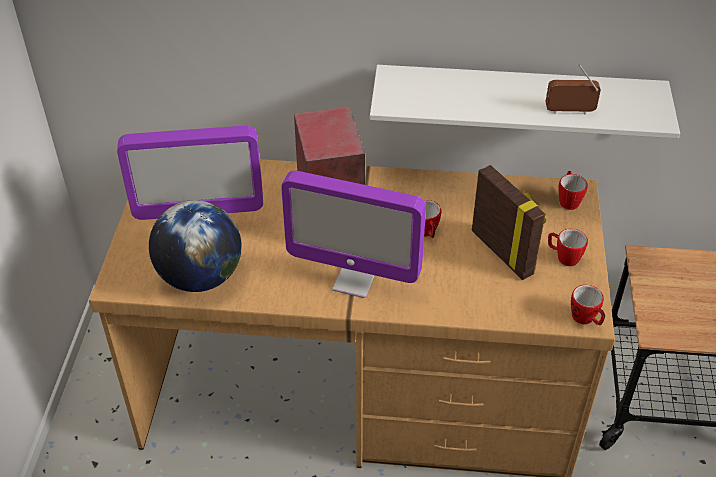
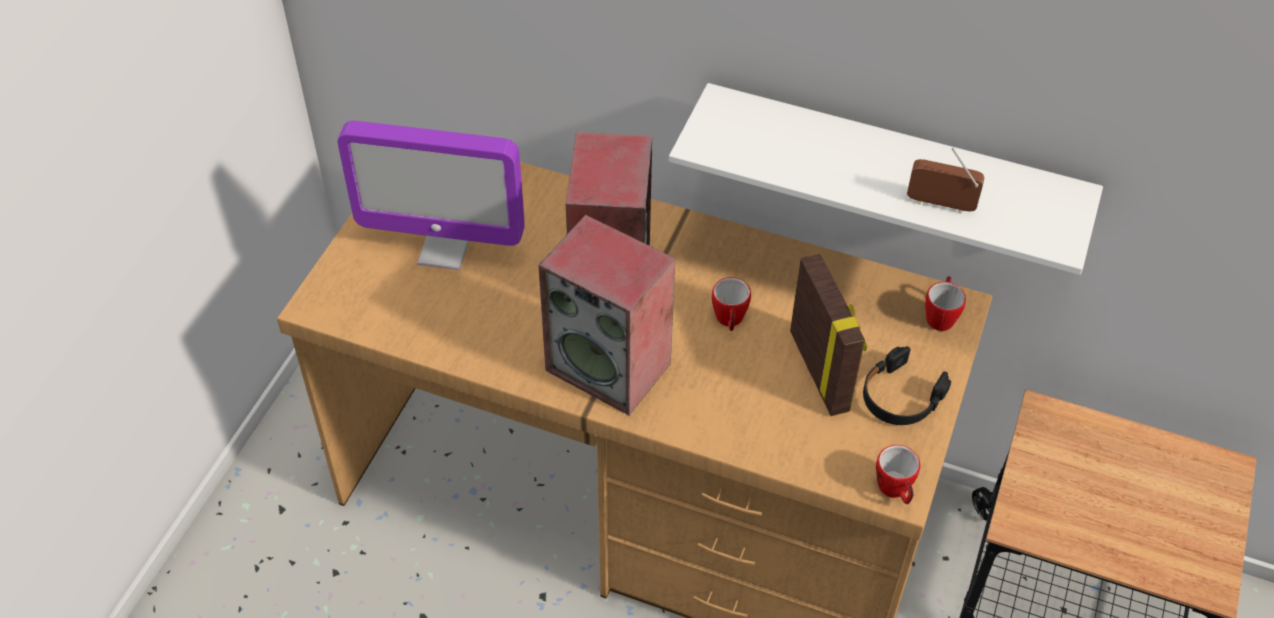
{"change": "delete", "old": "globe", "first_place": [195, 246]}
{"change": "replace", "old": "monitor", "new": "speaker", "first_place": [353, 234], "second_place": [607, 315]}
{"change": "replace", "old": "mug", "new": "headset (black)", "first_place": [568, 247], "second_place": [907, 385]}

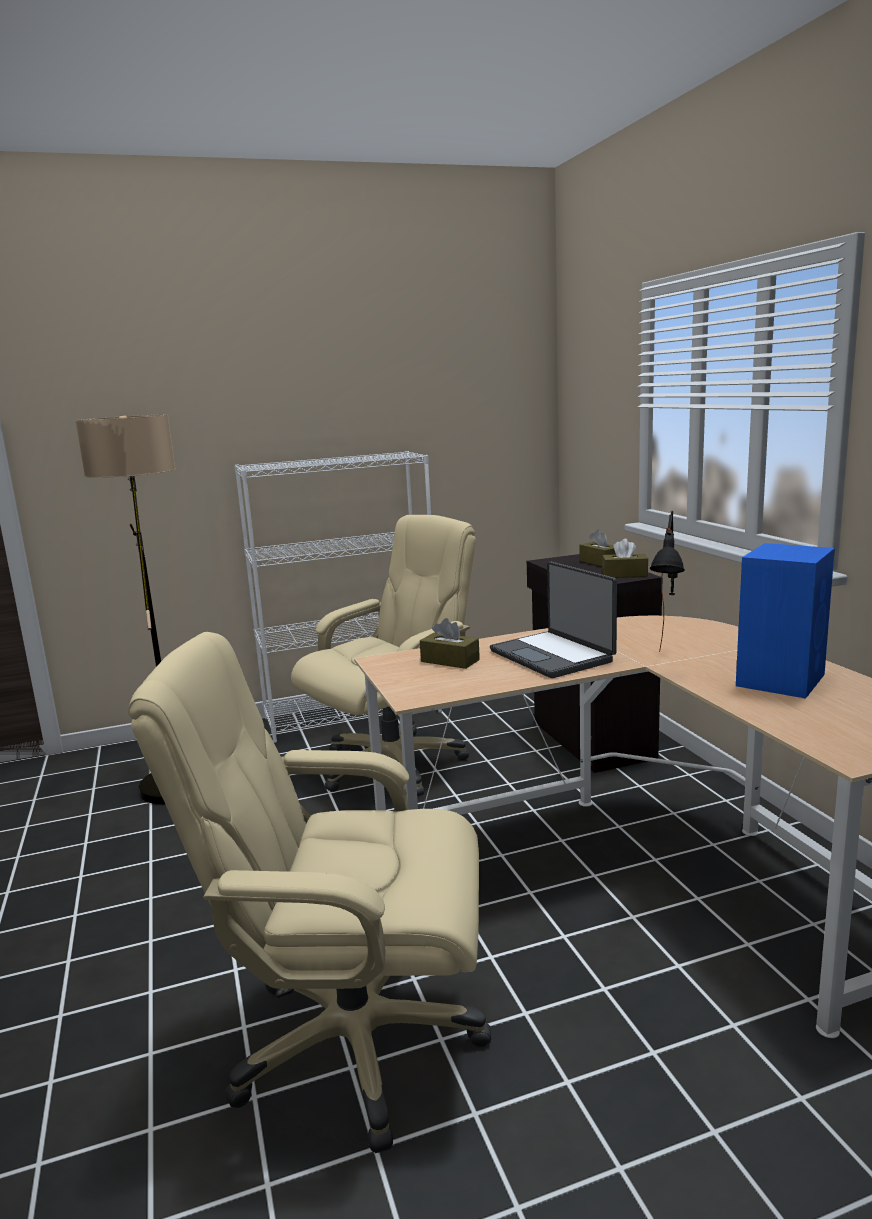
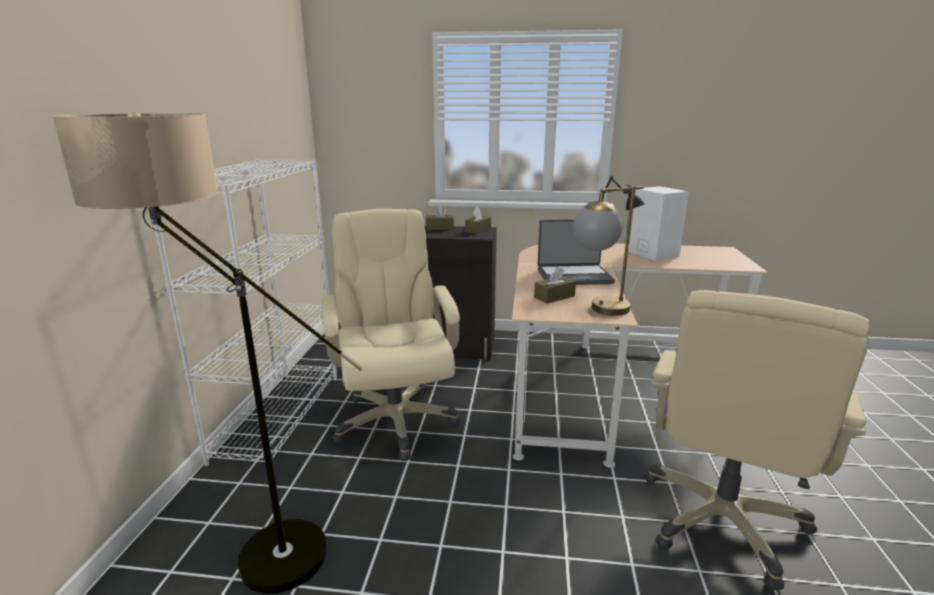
{"change": "recolor", "old": "speaker (blue)", "new": "speaker (whitish)", "first_place": [785, 621], "second_place": [659, 223]}
{"change": "insert", "new": "lamp for a table", "second_place": [608, 251]}

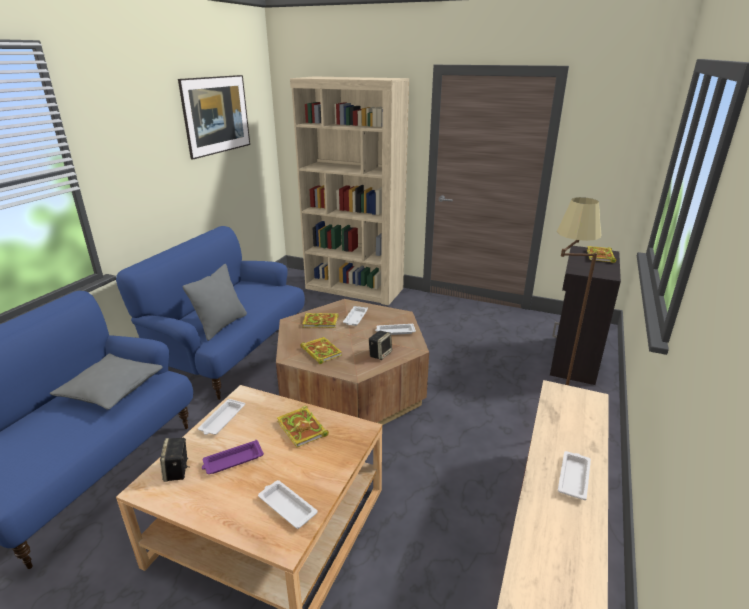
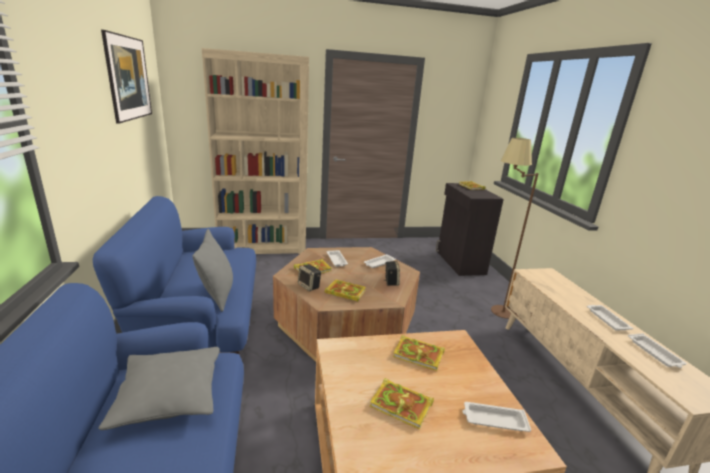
{"change": "move", "old": "speaker", "first_place": [174, 460], "second_place": [309, 277]}
{"change": "move", "old": "serving tray (whitish)", "first_place": [221, 417], "second_place": [657, 350]}
{"change": "replace", "old": "serving tray (purple-coloured)", "new": "volume", "first_place": [233, 457], "second_place": [402, 403]}

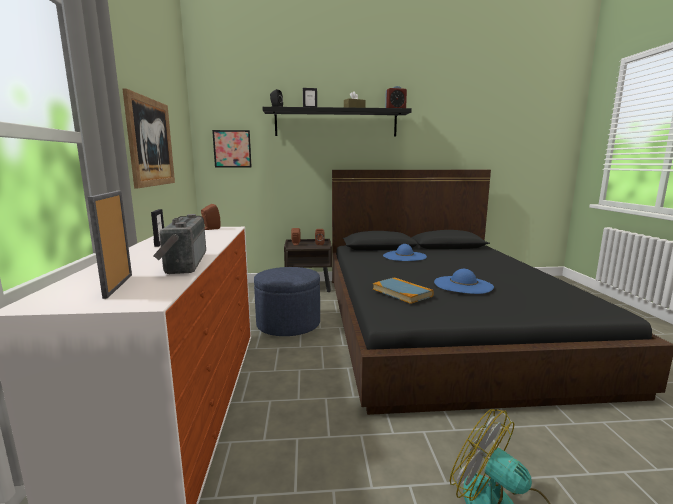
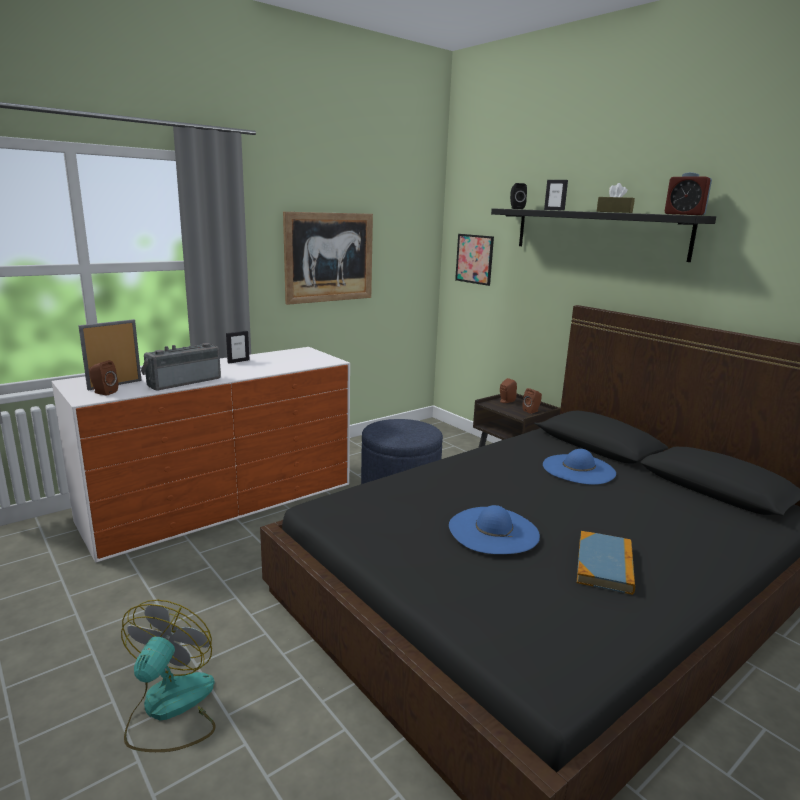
{"change": "move", "old": "speaker (brownish)", "first_place": [210, 217], "second_place": [103, 378]}
{"change": "move", "old": "volume", "first_place": [403, 290], "second_place": [606, 563]}

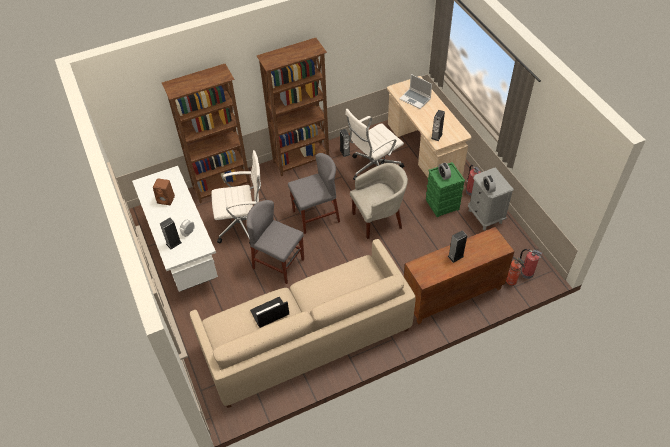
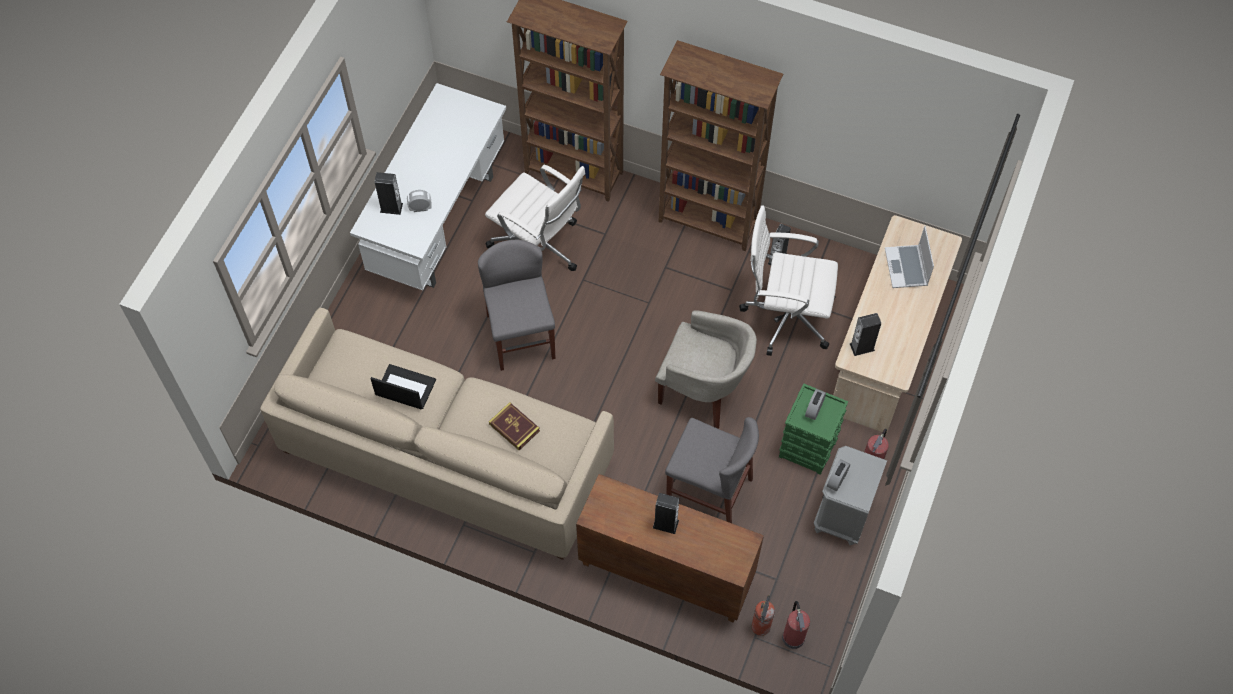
{"change": "delete", "old": "speaker (brownish)", "first_place": [164, 191]}
{"change": "move", "old": "chair (grey)", "first_place": [314, 193], "second_place": [712, 470]}
{"change": "insert", "new": "volume", "second_place": [514, 426]}

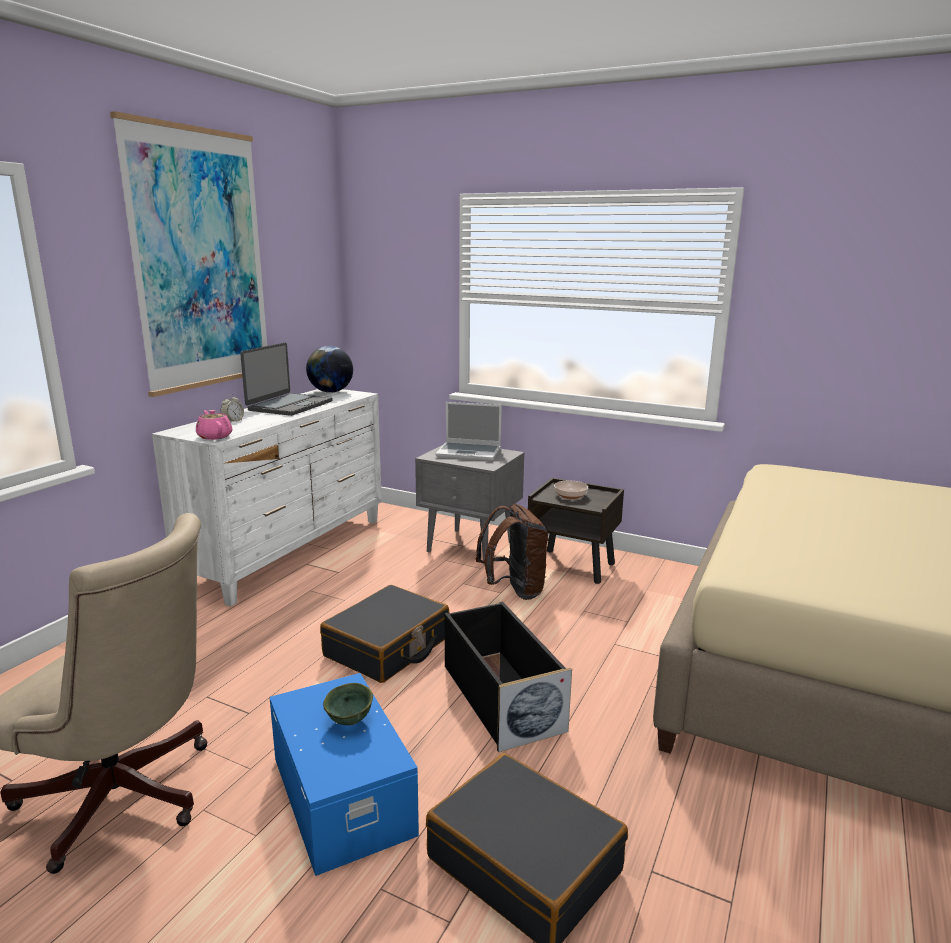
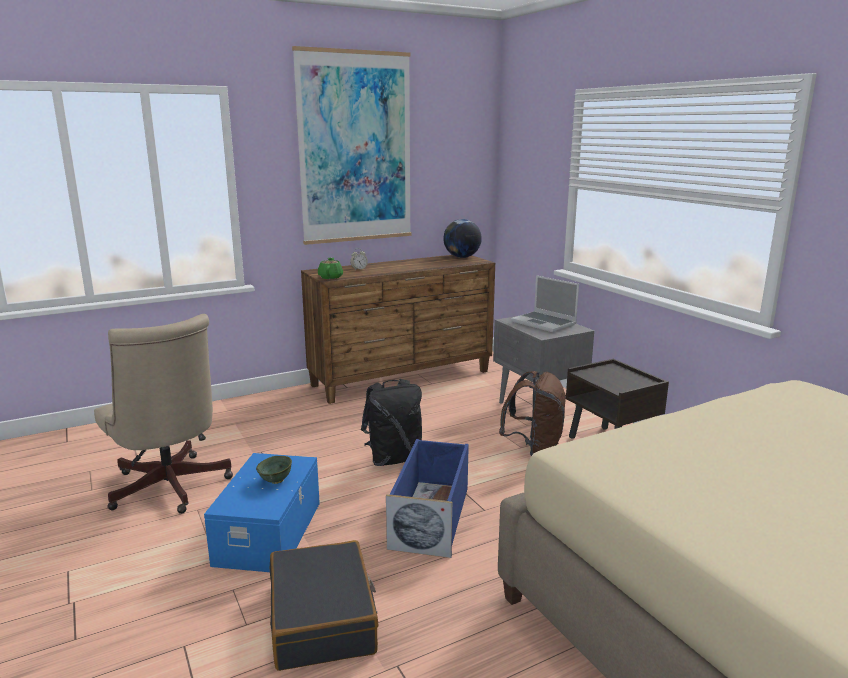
{"change": "recolor", "old": "dresser (whitish)", "new": "dresser (brownish)", "first_place": [267, 498], "second_place": [398, 329]}
{"change": "recolor", "old": "tea pot (pinkish)", "new": "tea pot (green)", "first_place": [214, 425], "second_place": [330, 268]}
{"change": "delete", "old": "laptop", "first_place": [286, 379]}
{"change": "replace", "old": "travel case (black)", "new": "rucksack (black)", "first_place": [384, 634], "second_place": [391, 422]}
{"change": "recolor", "old": "storage container (black)", "new": "storage container (blue)", "first_place": [508, 677], "second_place": [427, 498]}
{"change": "delete", "old": "serving bowl", "first_place": [571, 490]}

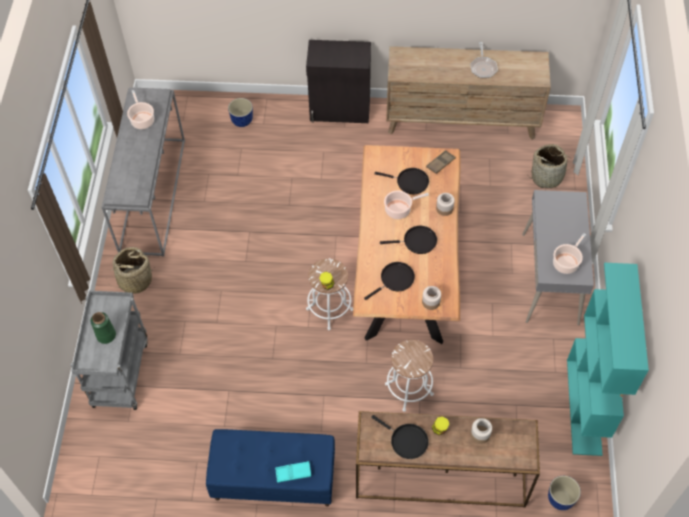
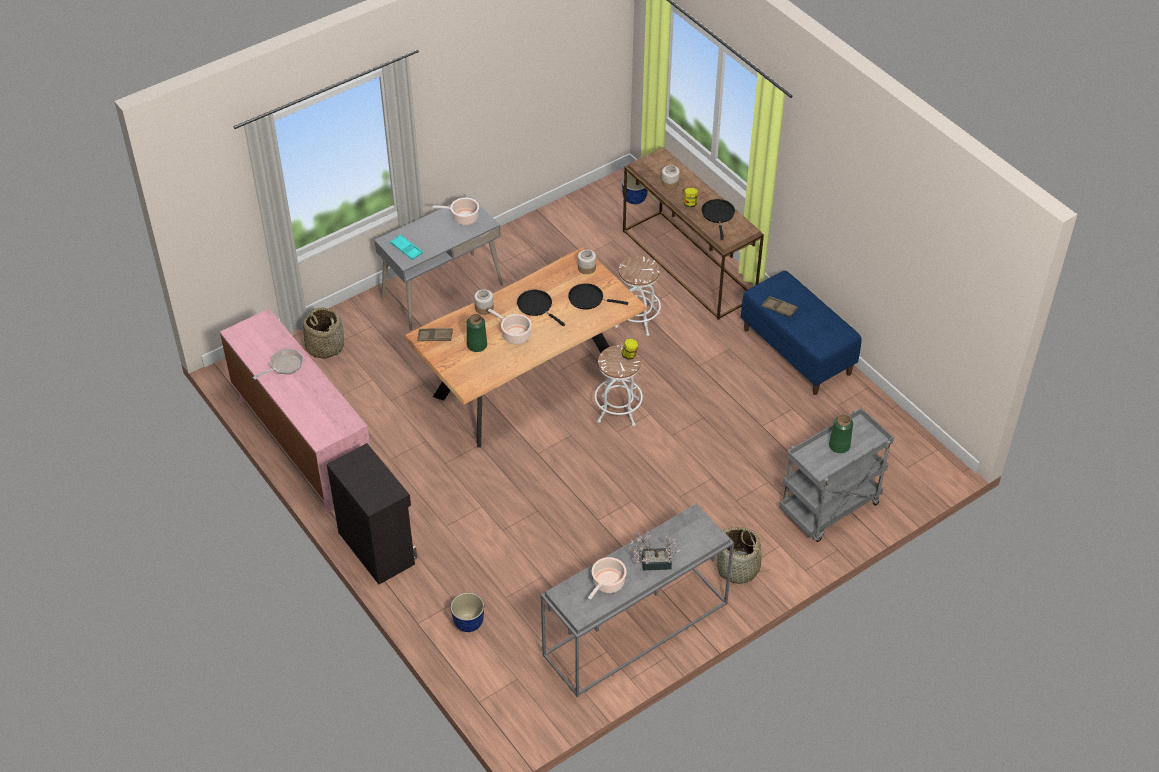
{"change": "move", "old": "serving tray (blue-green)", "first_place": [293, 472], "second_place": [406, 247]}
{"change": "replace", "old": "pan (black)", "new": "flower vase (green)", "first_place": [402, 181], "second_place": [477, 333]}
{"change": "recolor", "old": "dresser (brownish)", "new": "dresser (pinkish)", "first_place": [468, 93], "second_place": [295, 411]}
{"change": "delete", "old": "bookshelf (blue-green)", "first_place": [608, 359]}
{"change": "insert", "new": "potted plant", "second_place": [655, 550]}
{"change": "insert", "new": "serving tray (brownish)", "second_place": [780, 306]}

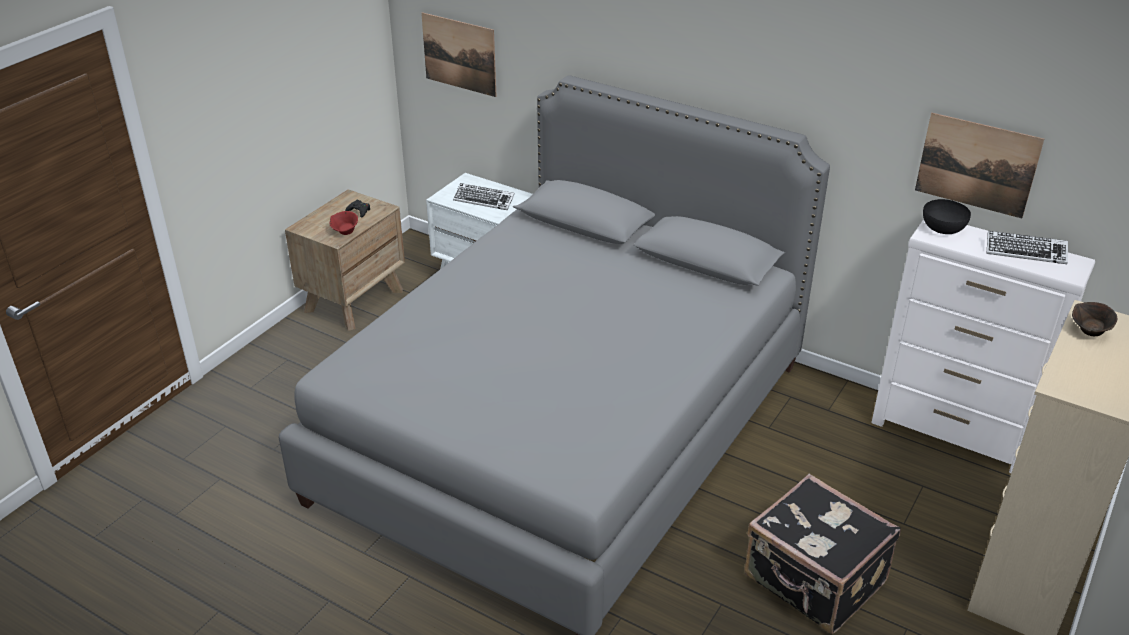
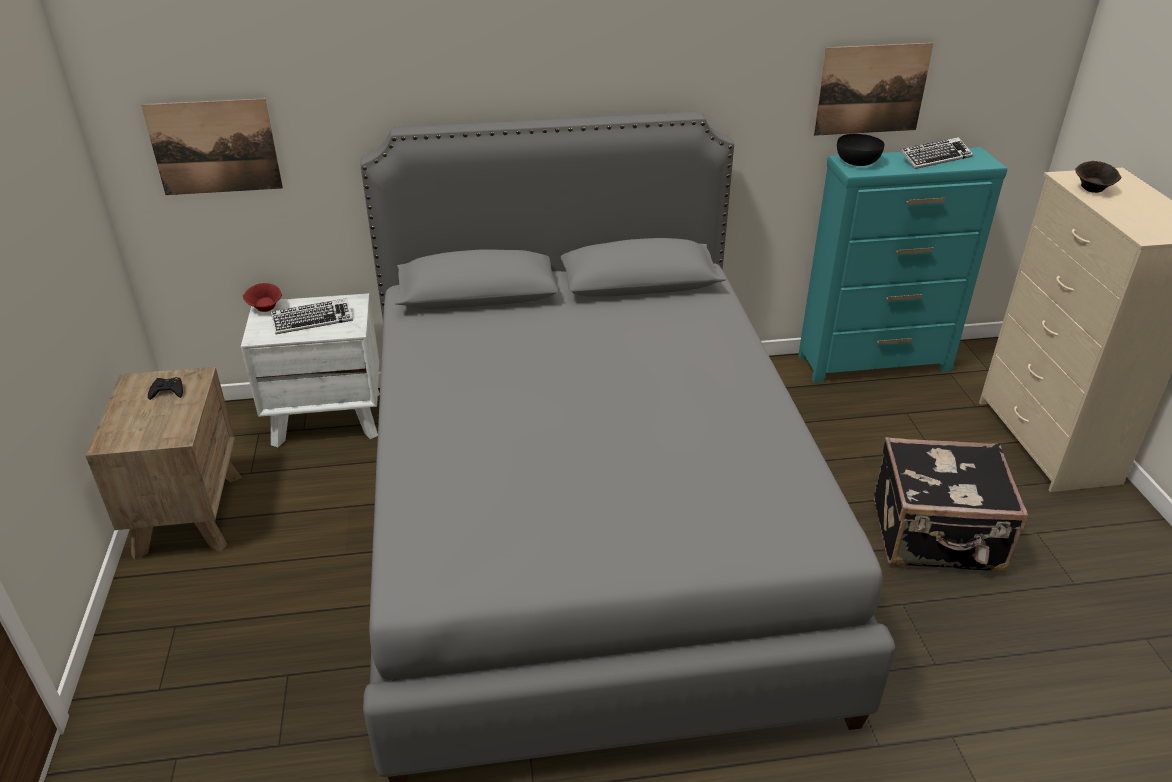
{"change": "move", "old": "serving bowl (reddish)", "first_place": [343, 223], "second_place": [262, 297]}
{"change": "recolor", "old": "dresser (whitish)", "new": "dresser (blue-green)", "first_place": [983, 346], "second_place": [902, 265]}

